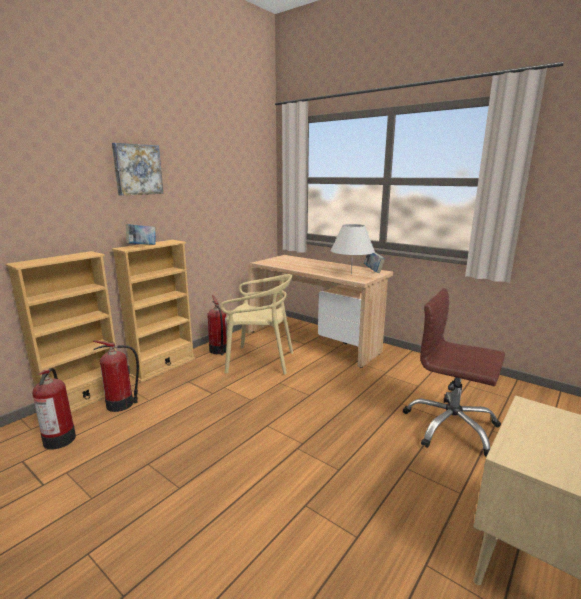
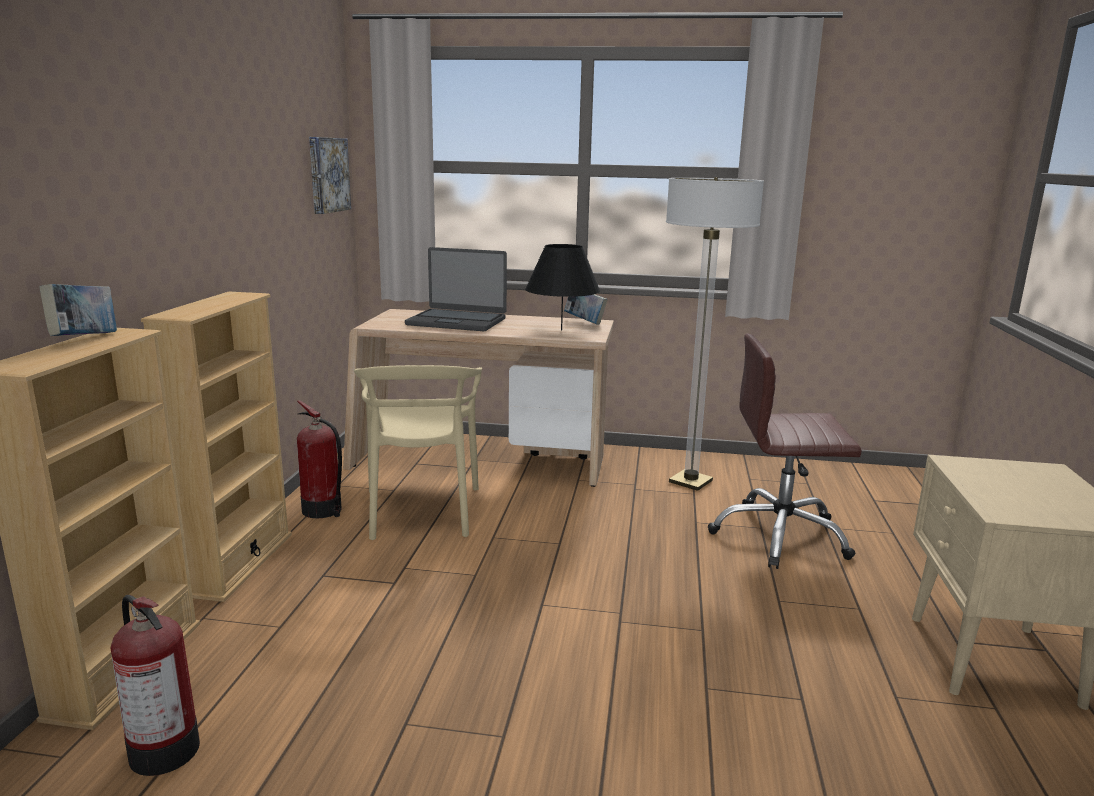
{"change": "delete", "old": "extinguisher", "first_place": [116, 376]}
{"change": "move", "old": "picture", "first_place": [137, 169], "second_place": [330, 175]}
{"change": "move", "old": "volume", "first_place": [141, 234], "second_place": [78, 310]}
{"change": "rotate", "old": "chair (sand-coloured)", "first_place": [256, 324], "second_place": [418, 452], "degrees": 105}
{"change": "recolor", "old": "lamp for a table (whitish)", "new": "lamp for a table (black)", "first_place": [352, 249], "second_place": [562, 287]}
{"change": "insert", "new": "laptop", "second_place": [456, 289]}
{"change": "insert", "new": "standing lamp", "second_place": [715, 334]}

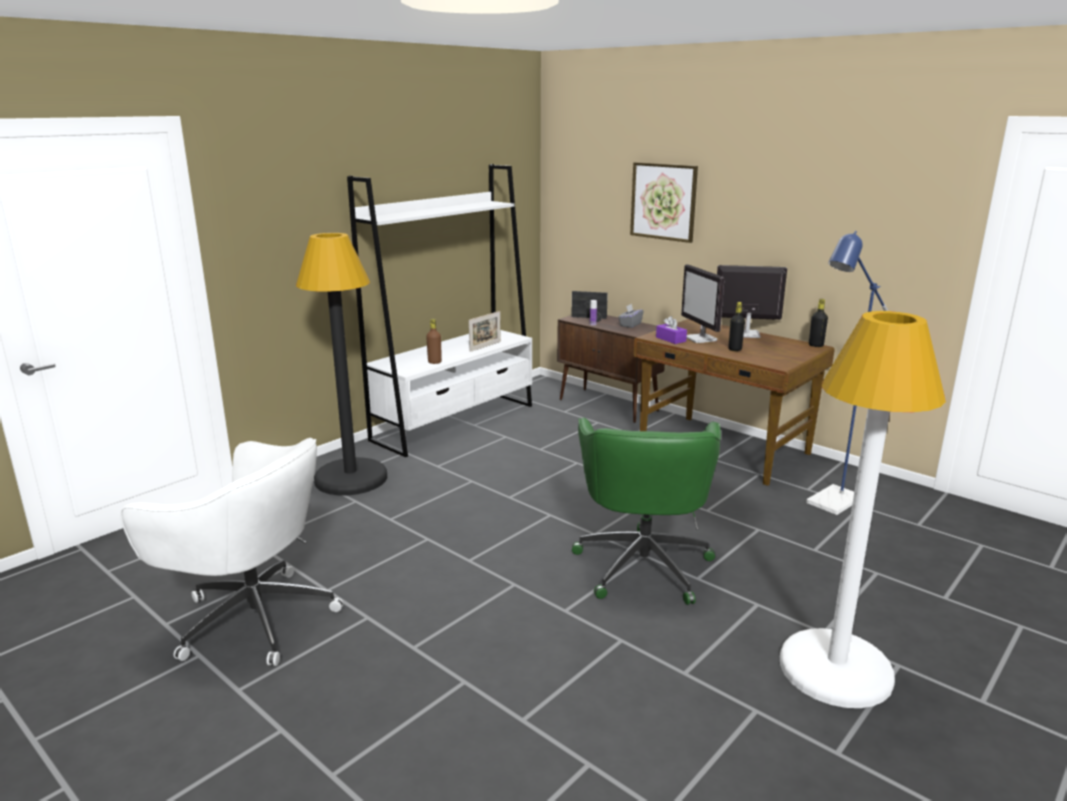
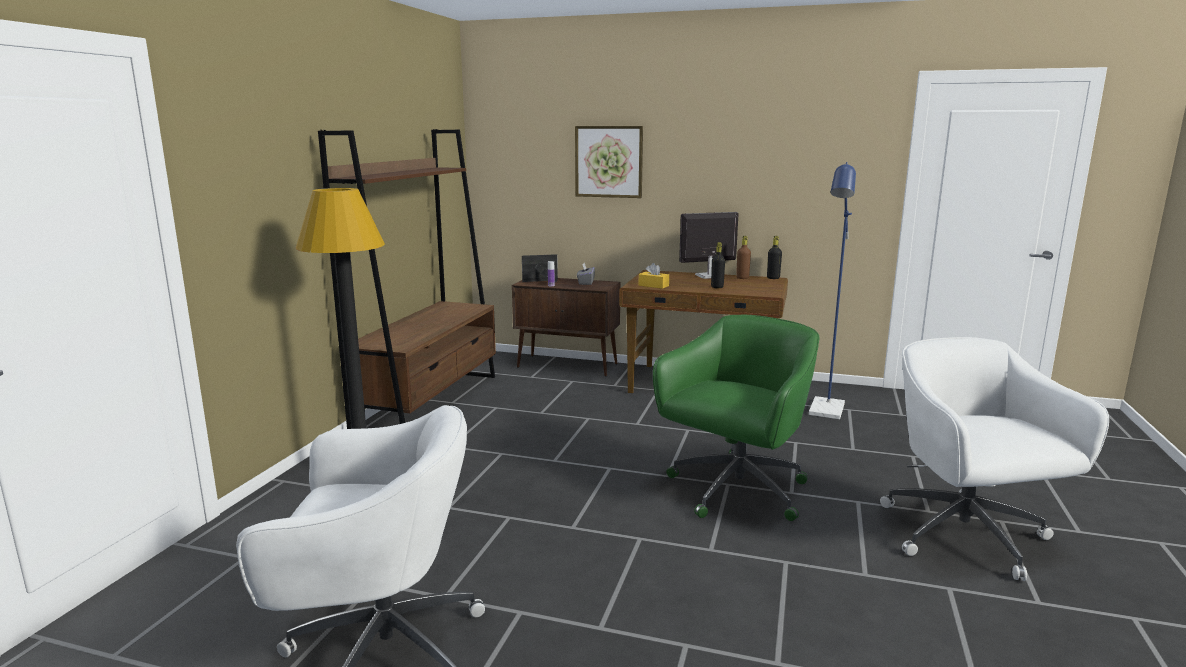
{"change": "recolor", "old": "bookshelf (whitish)", "new": "bookshelf (brownish)", "first_place": [439, 310], "second_place": [407, 279]}
{"change": "move", "old": "drink bottle (brownish)", "first_place": [434, 341], "second_place": [743, 257]}
{"change": "delete", "old": "standing frame", "first_place": [485, 331]}
{"change": "rotate", "old": "computer chair (green)", "first_place": [646, 511], "second_place": [736, 418], "degrees": -120}
{"change": "recolor", "old": "box of tissues (purple-coloured)", "new": "box of tissues (yellow)", "first_place": [671, 330], "second_place": [654, 276]}
{"change": "delete", "old": "monitor", "first_place": [703, 303]}
{"change": "replace", "old": "standing lamp (whitish)", "new": "computer chair (whitish)", "first_place": [863, 509], "second_place": [994, 459]}

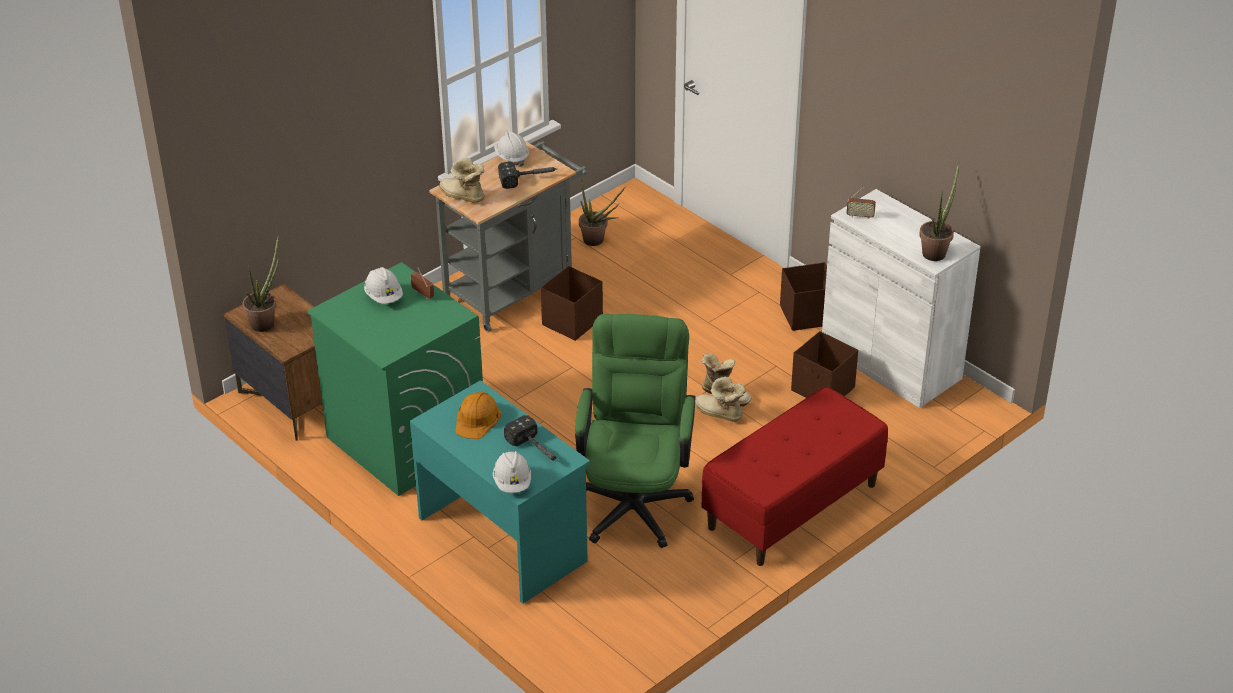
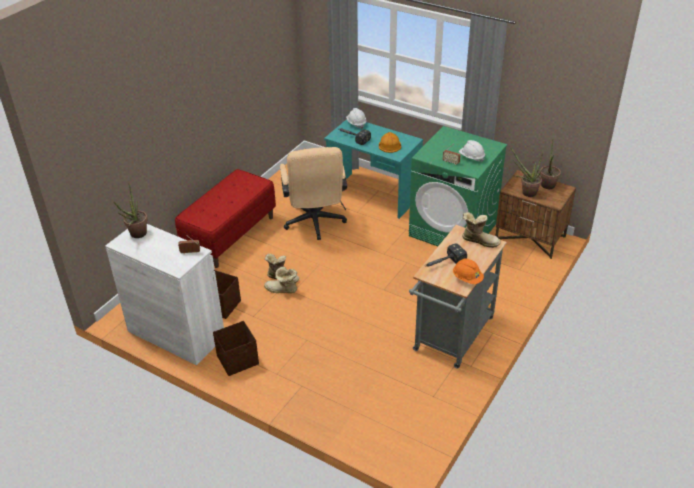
{"change": "recolor", "old": "work helmet (whitish)", "new": "work helmet (orange)", "first_place": [511, 149], "second_place": [468, 271]}
{"change": "delete", "old": "storage container (brownish)", "first_place": [572, 303]}
{"change": "recolor", "old": "computer chair (green)", "new": "computer chair (sand-coloured)", "first_place": [635, 431], "second_place": [313, 193]}
{"change": "move", "old": "potted plant", "first_place": [602, 212], "second_place": [526, 172]}

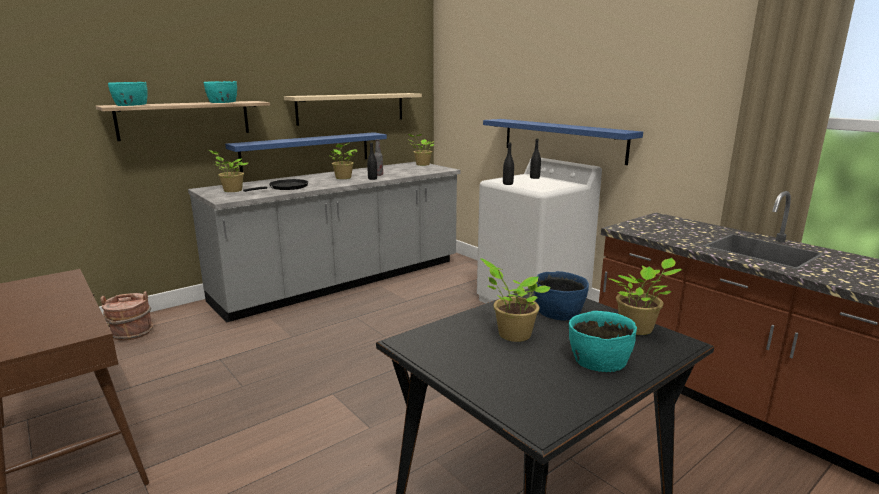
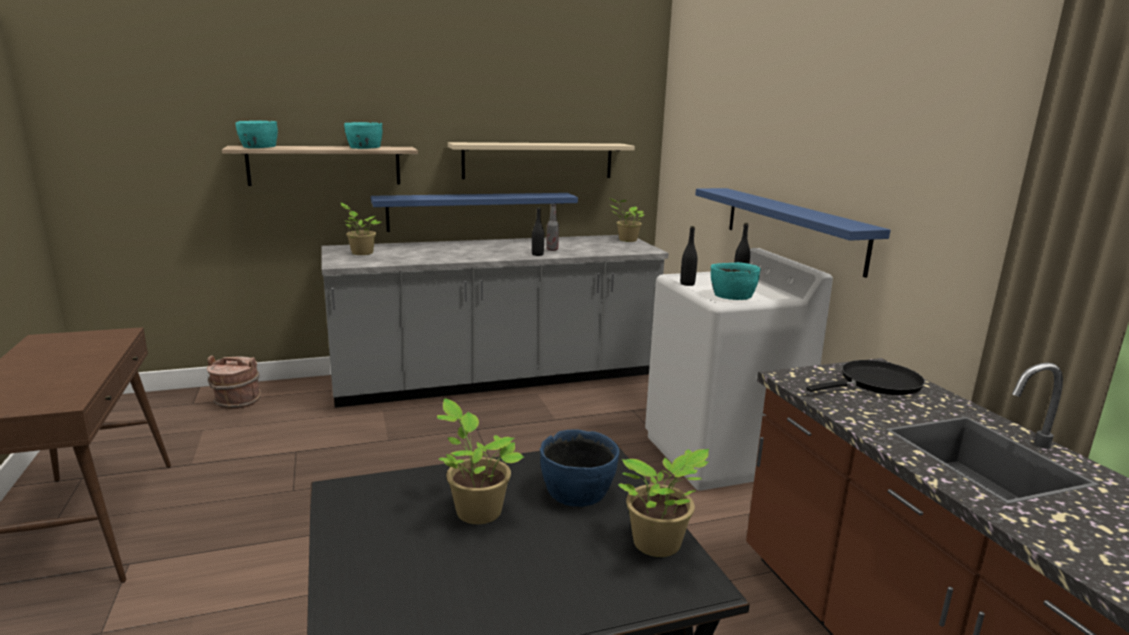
{"change": "move", "old": "pan (black)", "first_place": [275, 185], "second_place": [865, 377]}
{"change": "delete", "old": "potted plant", "first_place": [343, 160]}
{"change": "move", "old": "serving bowl (blue-green)", "first_place": [603, 341], "second_place": [736, 281]}

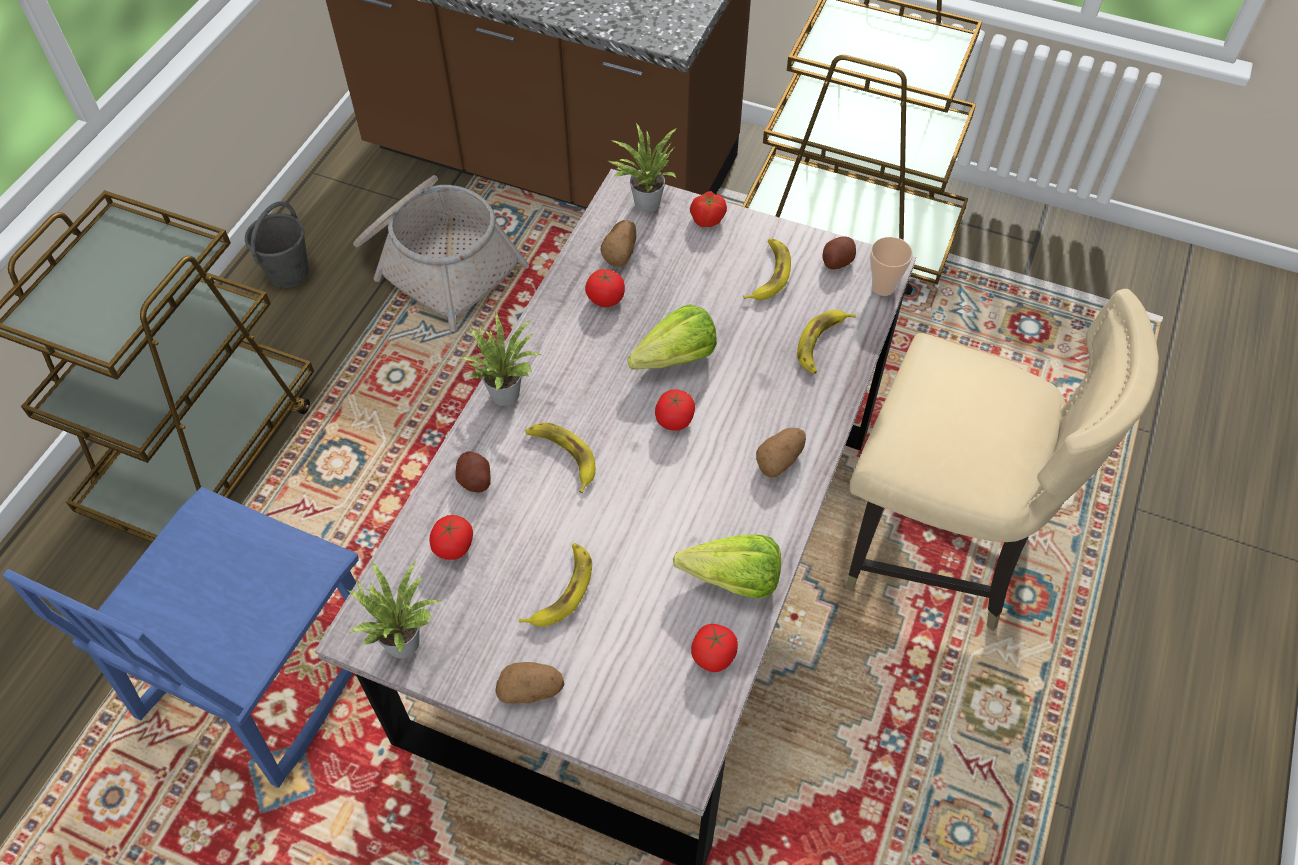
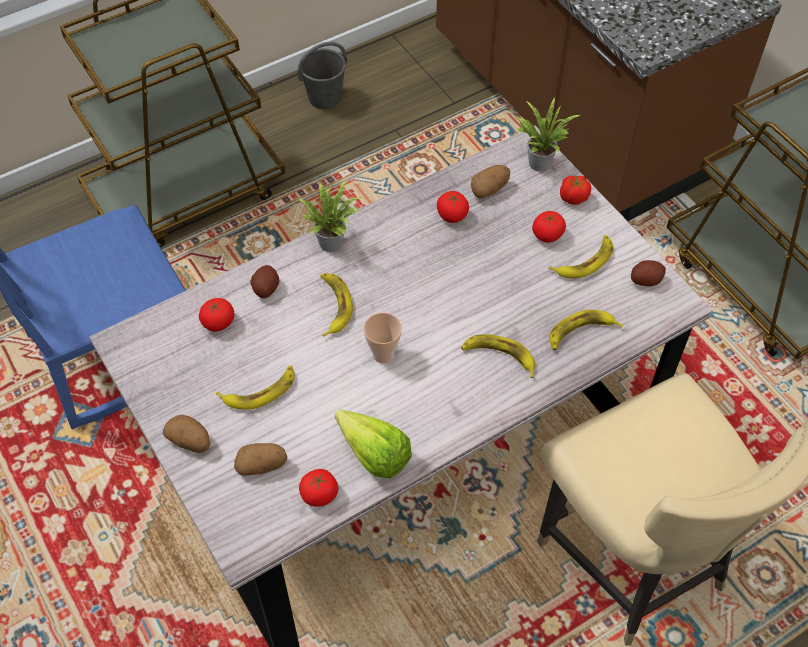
{"change": "delete", "old": "potted plant", "first_place": [394, 609]}
{"change": "delete", "old": "basket", "first_place": [441, 253]}
{"change": "delete", "old": "lettuce", "first_place": [672, 337]}
{"change": "move", "old": "fresh tomato", "first_place": [675, 410], "second_place": [549, 227]}
{"change": "move", "old": "whole potato", "first_place": [781, 453], "second_place": [260, 459]}
{"change": "move", "old": "drinking cup", "first_place": [891, 266], "second_place": [383, 338]}
{"change": "insert", "new": "banana", "second_place": [498, 356]}

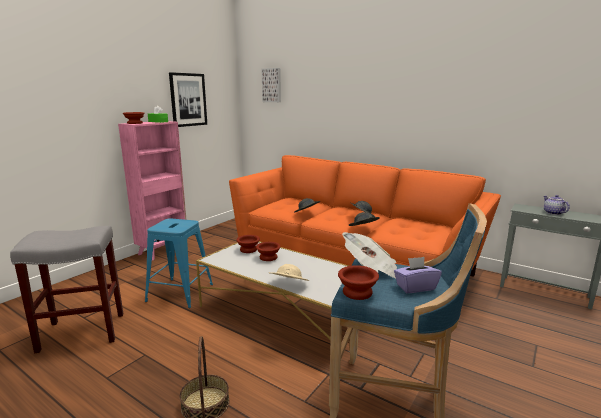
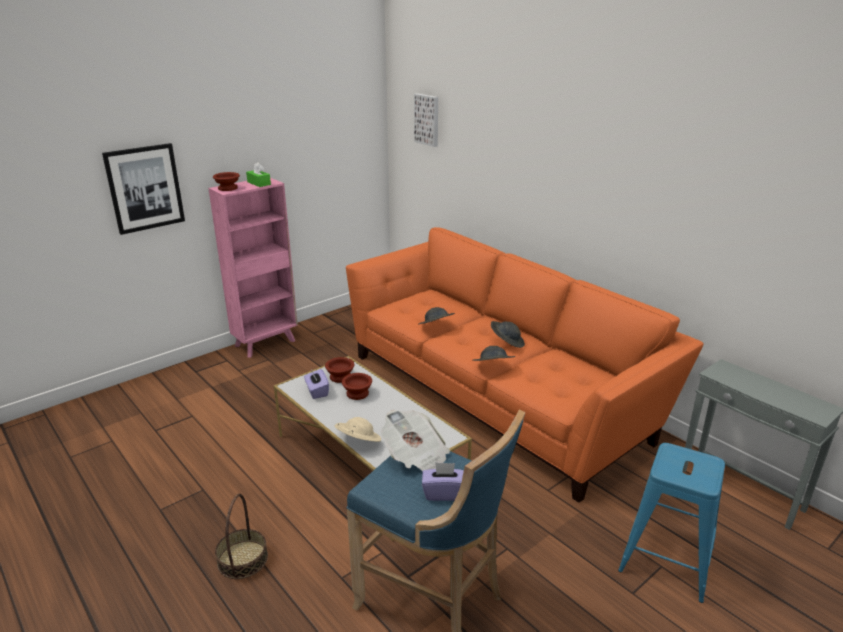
{"change": "delete", "old": "stool (grey)", "first_place": [66, 289]}
{"change": "move", "old": "stool (blue)", "first_place": [179, 263], "second_place": [671, 523]}
{"change": "move", "old": "picture", "first_place": [188, 99], "second_place": [143, 189]}
{"change": "delete", "old": "serving bowl (brownish)", "first_place": [358, 282]}
{"change": "delete", "old": "tea pot", "first_place": [557, 205]}
{"change": "insert", "new": "box of tissues (purple-coloured)", "second_place": [316, 384]}

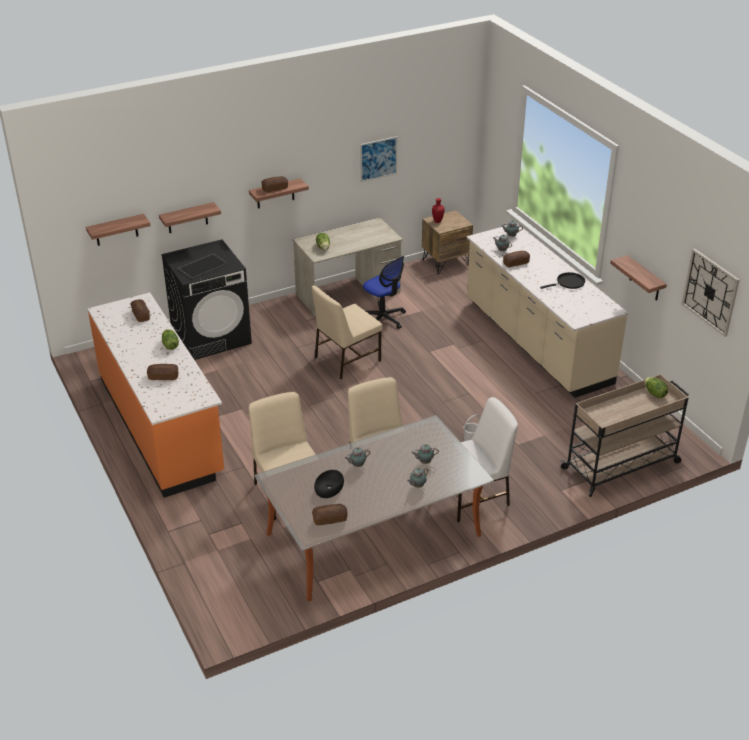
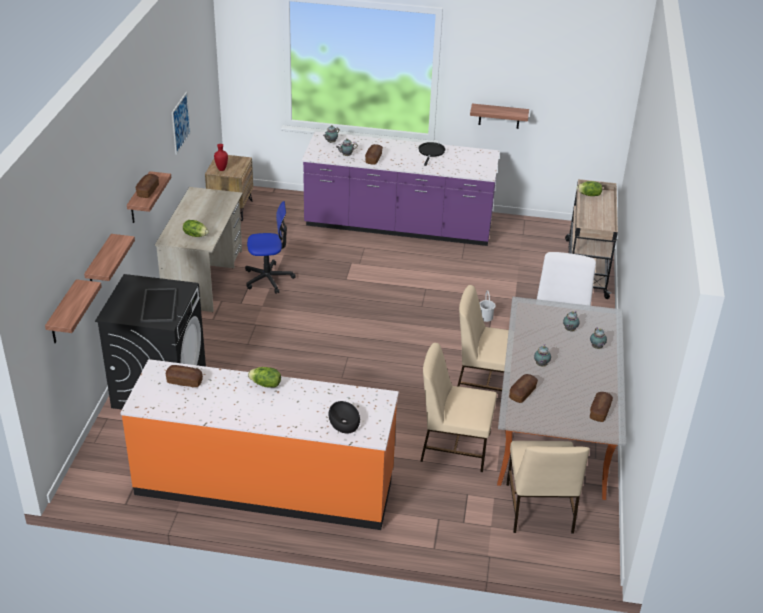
{"change": "move", "old": "bakery bread", "first_place": [162, 372], "second_place": [523, 388]}
{"change": "move", "old": "chair (sand-coloured)", "first_place": [347, 332], "second_place": [548, 487]}
{"change": "move", "old": "serving bowl (black)", "first_place": [329, 484], "second_place": [344, 417]}
{"change": "recolor", "old": "kitchen counter (sand-coloured)", "new": "kitchen counter (purple-coloured)", "first_place": [547, 311], "second_place": [401, 188]}
{"change": "delete", "old": "clock on the wall", "first_place": [711, 292]}

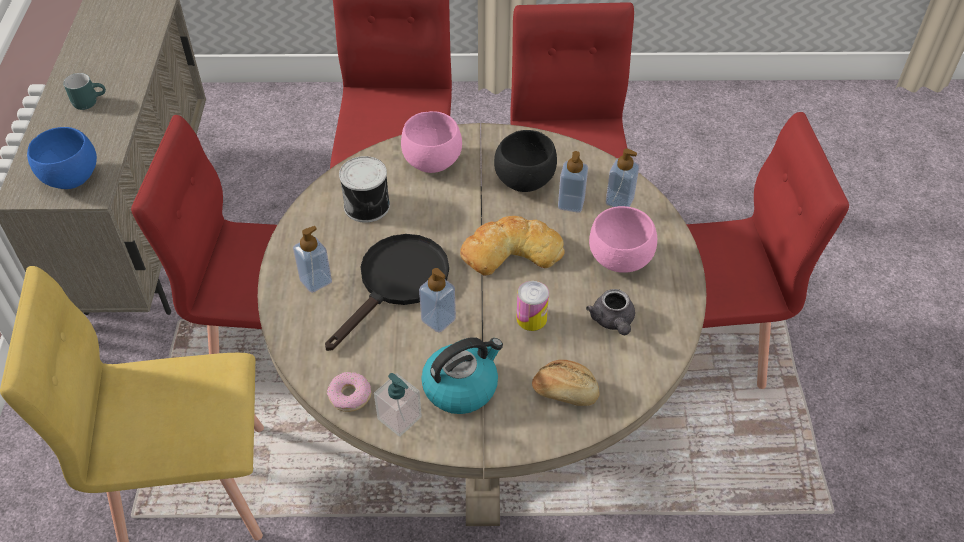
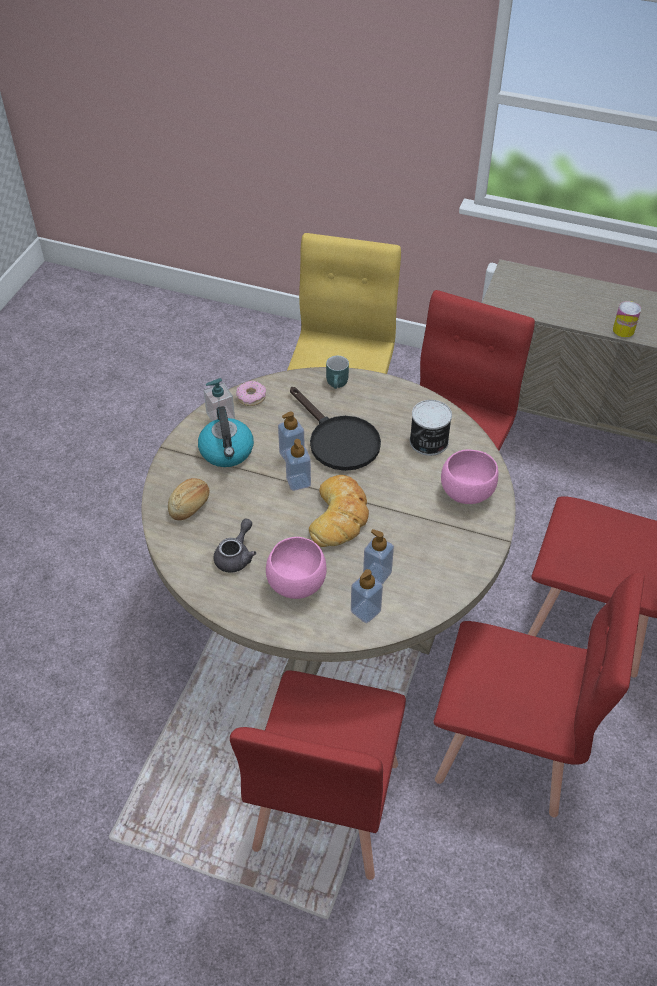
{"change": "delete", "old": "serving bowl (blue)", "first_place": [62, 158]}
{"change": "move", "old": "mug (blue-green)", "first_place": [84, 91], "second_place": [337, 372]}
{"change": "move", "old": "soap bottle", "first_place": [312, 259], "second_place": [298, 465]}
{"change": "delete", "old": "serving bowl (black)", "first_place": [525, 161]}
{"change": "move", "old": "can", "first_place": [532, 306], "second_place": [627, 319]}
{"change": "rotate", "old": "tea pot (grey)", "first_place": [610, 312], "second_place": [235, 546], "degrees": 105}

